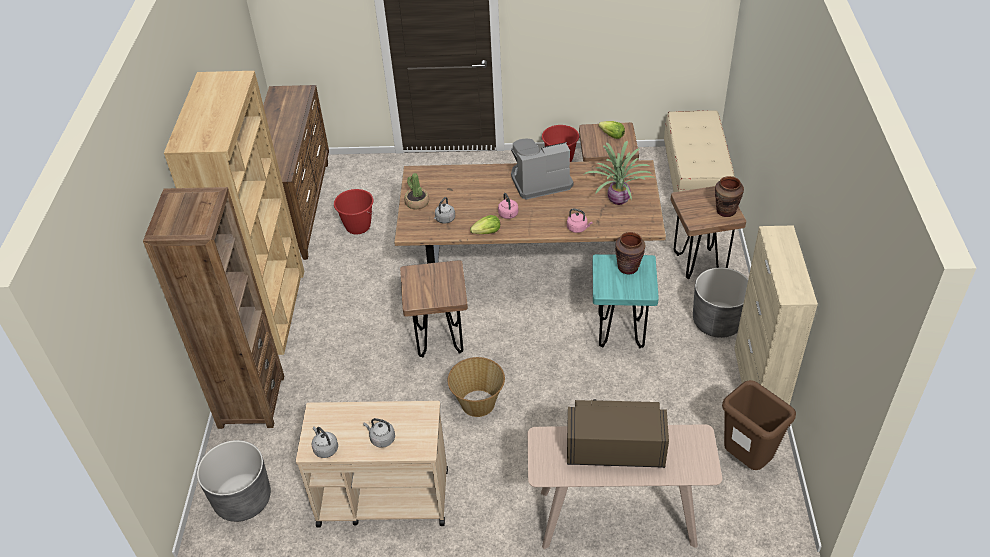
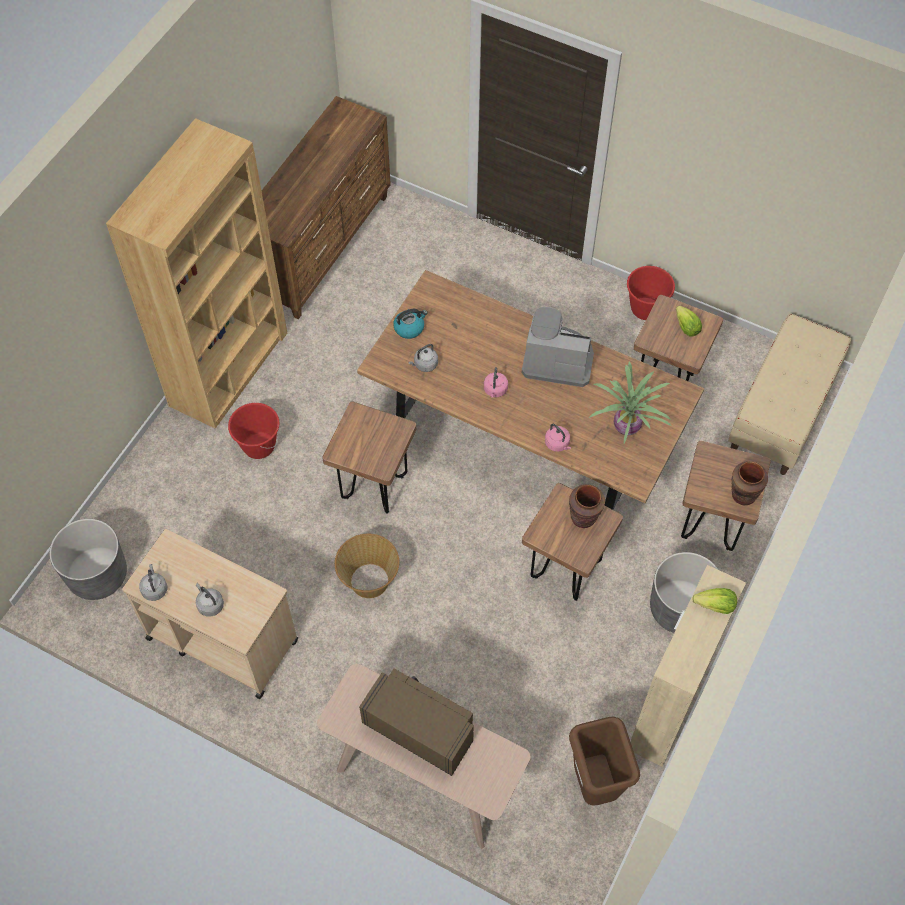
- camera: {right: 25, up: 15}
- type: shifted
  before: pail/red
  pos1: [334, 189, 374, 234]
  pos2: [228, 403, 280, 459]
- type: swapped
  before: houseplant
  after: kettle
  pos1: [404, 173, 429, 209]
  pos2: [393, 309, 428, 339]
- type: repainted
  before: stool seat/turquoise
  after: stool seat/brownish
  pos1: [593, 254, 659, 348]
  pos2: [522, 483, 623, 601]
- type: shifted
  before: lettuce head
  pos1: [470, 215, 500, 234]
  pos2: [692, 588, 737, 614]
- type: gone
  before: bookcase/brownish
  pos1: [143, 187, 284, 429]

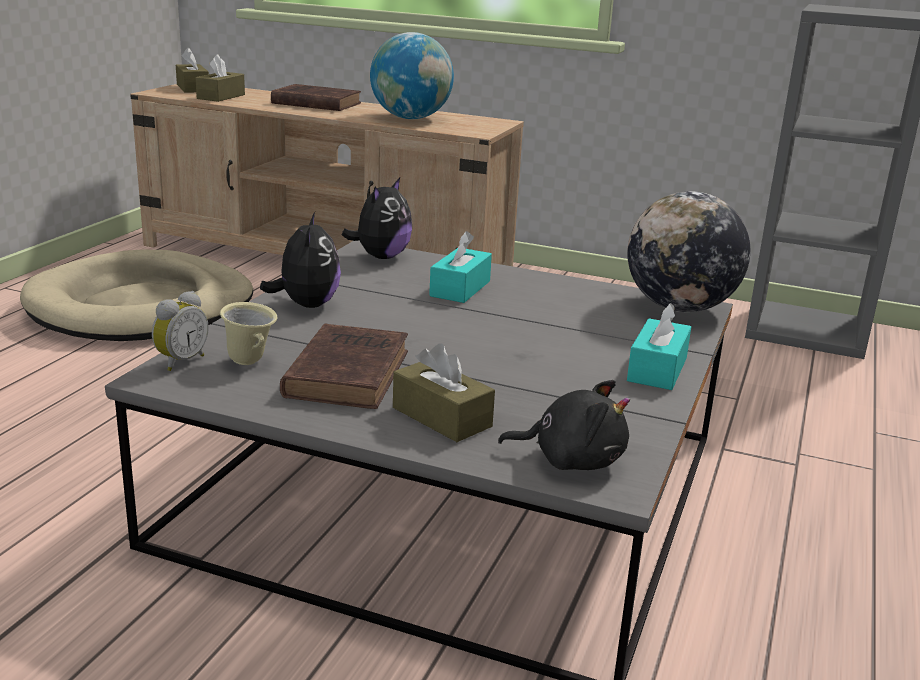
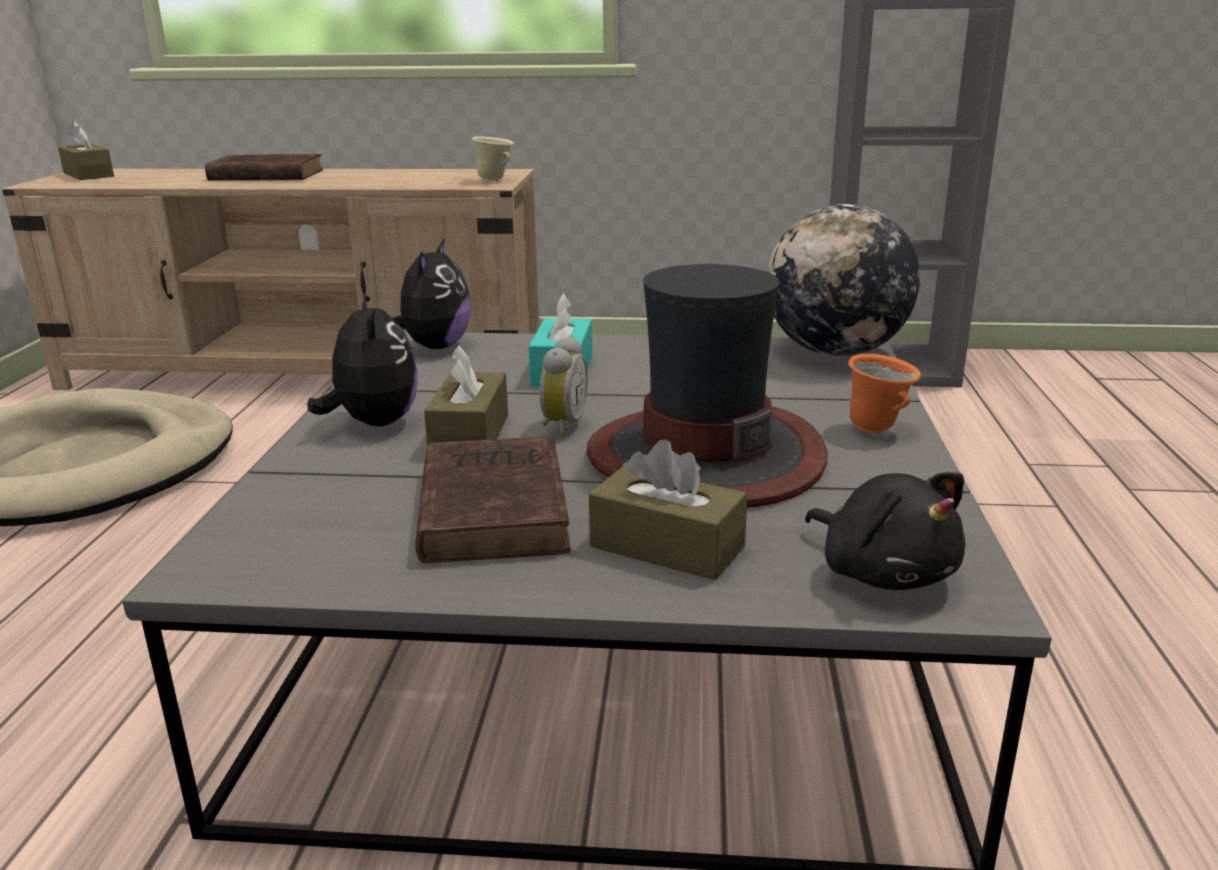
- camera: {right: -15, up: 0}
- type: shifted
  before: tissue box/brownish
  pos1: [195, 54, 245, 102]
  pos2: [424, 345, 508, 446]
- type: shifted
  before: coffee mug/sand-coloured
  pos1: [220, 302, 277, 365]
  pos2: [472, 137, 514, 181]
- type: shifted
  before: bedside clock
  pos1: [152, 291, 209, 371]
  pos2: [539, 336, 588, 438]
- type: new
  after: clothing hat
  pos2: [586, 264, 828, 508]
- type: rotated
  before: plush toy/black-coloured
  pos1: [498, 380, 630, 470]
  pos2: [805, 472, 965, 590]
  turn: 60
- type: swapped
  before: tissue box/turquoise
  after: coffee mug/orange
  pos1: [627, 303, 691, 390]
  pos2: [848, 354, 921, 433]
- type: gone
  before: globe
  pos1: [370, 32, 454, 119]

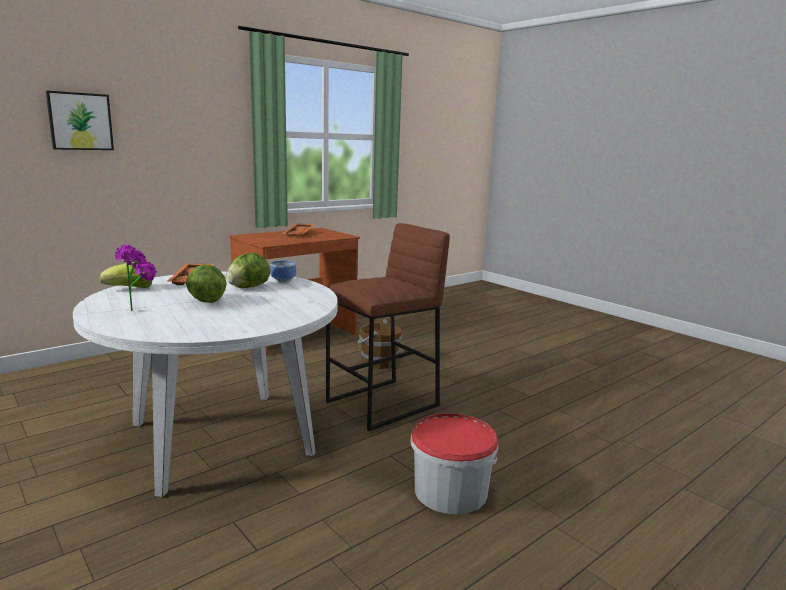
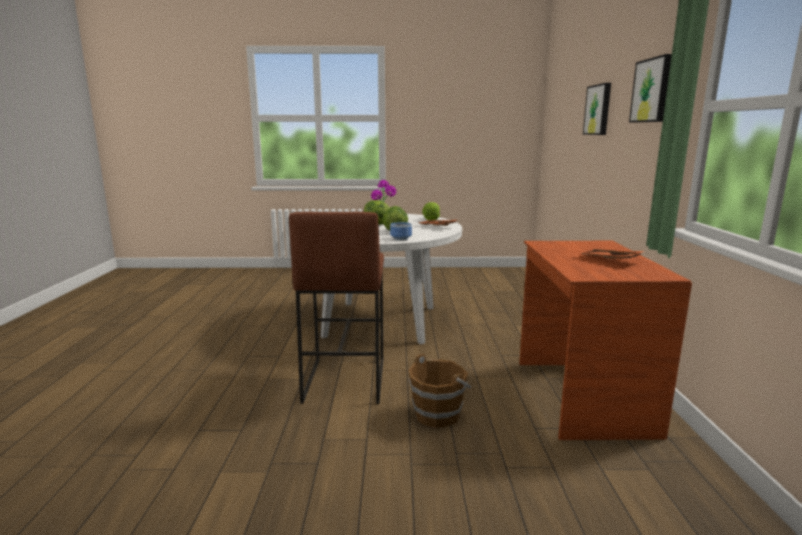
- camera: {right: 130, up: 0}
- type: new
  after: picture
  pos2: [629, 54, 672, 123]
- type: gone
  before: pail
  pos1: [410, 413, 498, 514]

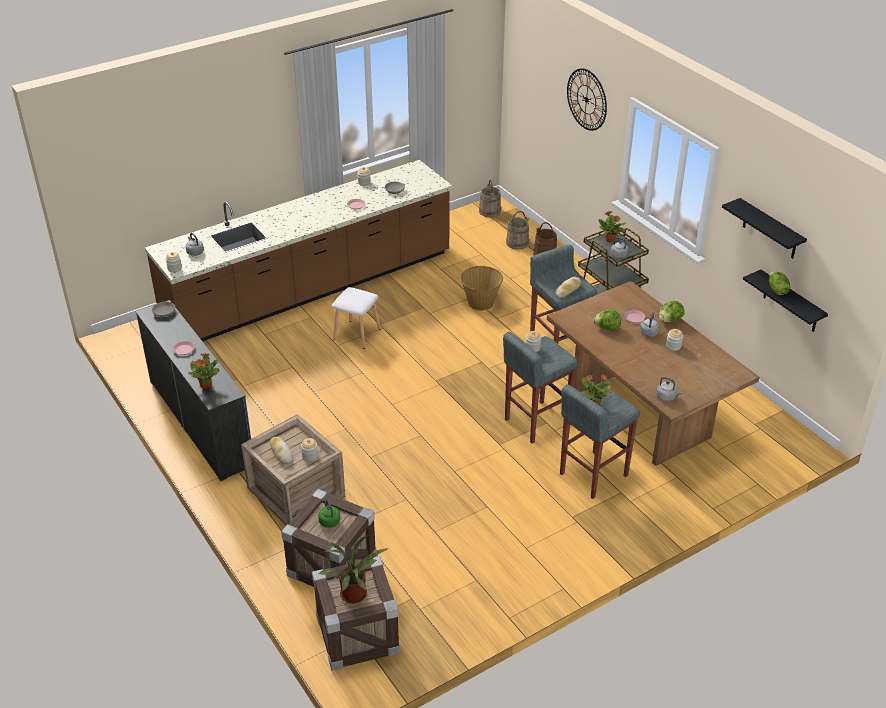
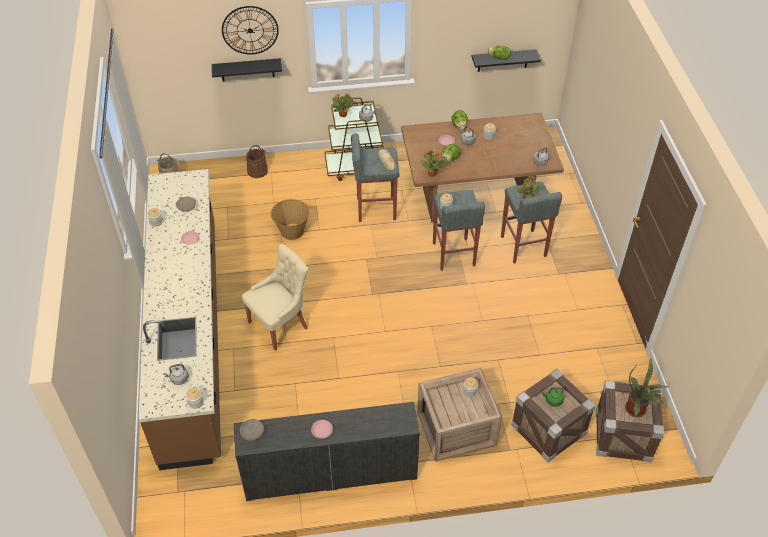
- camera: {right: -65, up: 10}
- type: shifted
  before: shelf/black-coloured
  pos1: [722, 198, 807, 259]
  pos2: [212, 58, 282, 81]
- type: swapped
  before: stool seat/whitish
  after: plain chair/sand-coloured
  pos1: [332, 287, 381, 349]
  pos2: [242, 244, 308, 351]
- type: shifted
  before: houseplant
  pos1: [188, 353, 220, 389]
  pos2: [420, 150, 446, 177]
- type: gone
  before: baked bread
  pos1: [270, 437, 293, 464]
- type: gone
  before: pail/sand-coloured
  pos1: [506, 211, 529, 250]

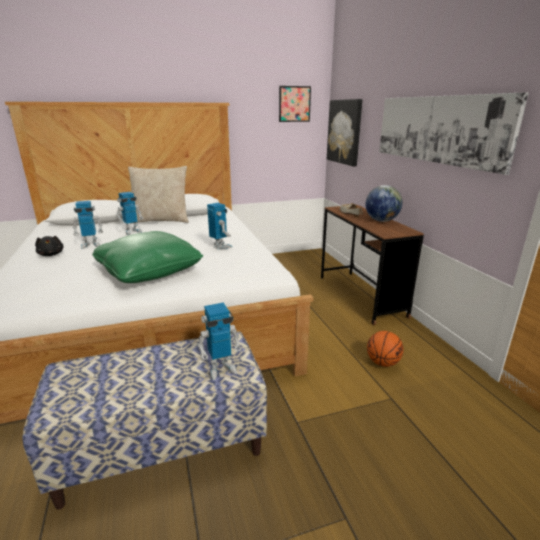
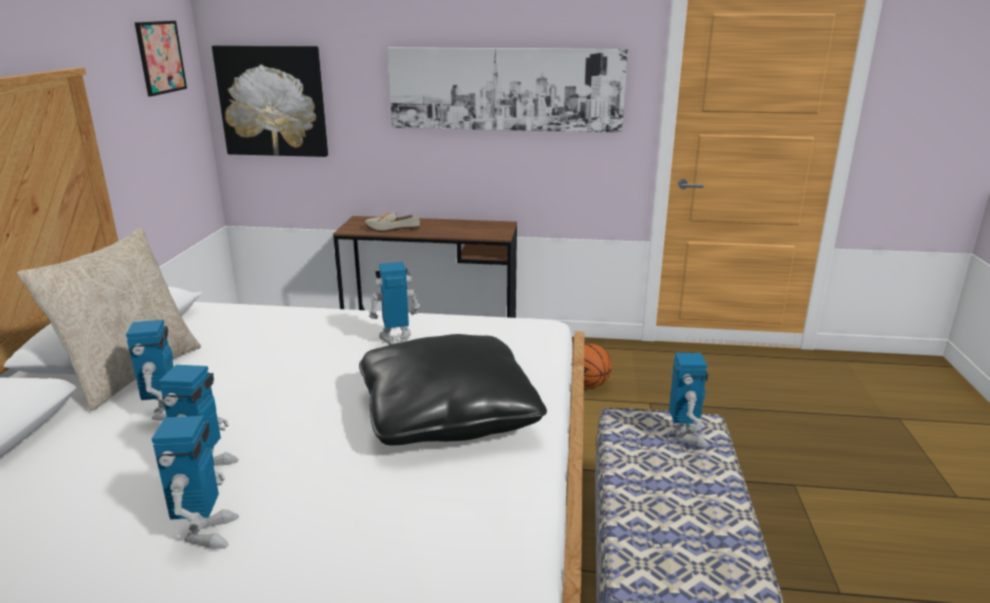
- camera: {right: -65, up: 0}
- type: swapped
  before: plush toy/black-coloured
  after: model robot
  pos1: [35, 236, 64, 256]
  pos2: [152, 416, 239, 549]
- type: repainted
  before: pillow/green
  after: pillow/black-coloured
  pos1: [92, 231, 203, 283]
  pos2: [359, 334, 547, 445]
- type: gone
  before: globe
  pos1: [365, 185, 403, 222]

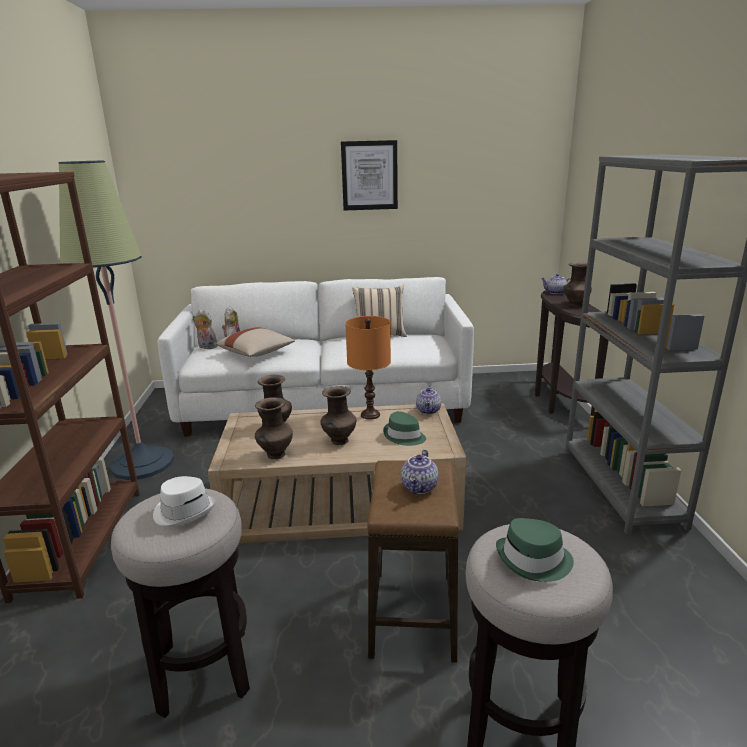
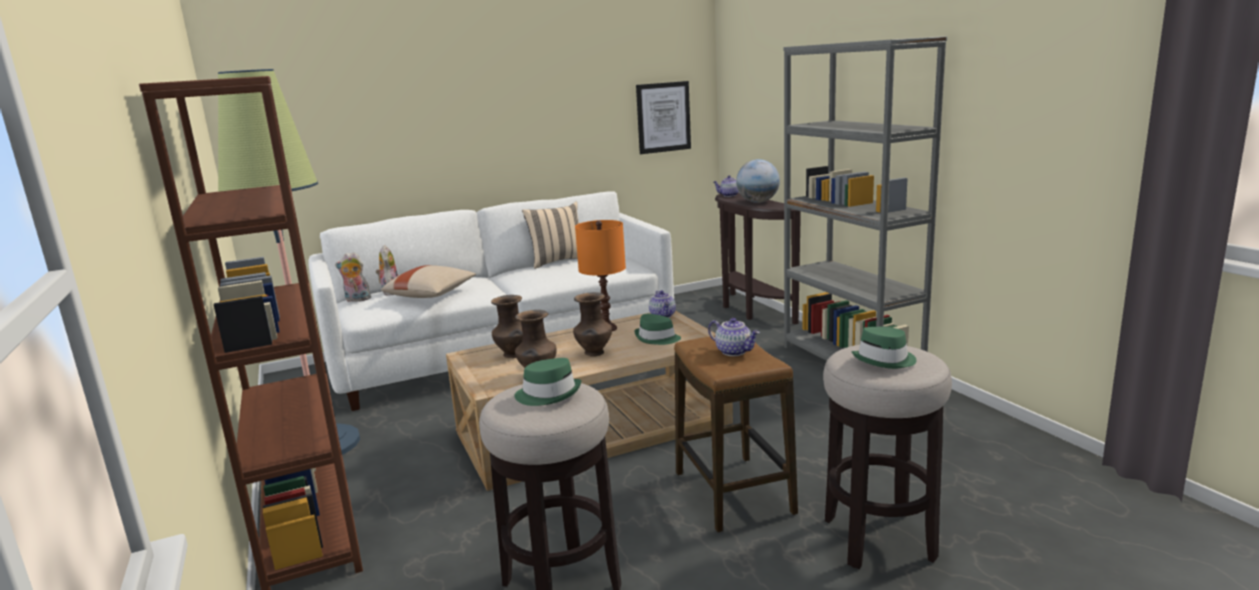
- camera: {right: -20, up: -5}
- type: repainted
  before: clothing hat/whitish
  after: clothing hat/green
  pos1: [153, 476, 216, 526]
  pos2: [515, 358, 581, 406]
- type: shifted
  before: picture
  pos1: [341, 140, 398, 210]
  pos2: [636, 81, 691, 154]
- type: rotated
  before: pot for tea
  pos1: [401, 449, 438, 494]
  pos2: [708, 318, 760, 356]
  turn: -45
- type: swapped
  before: flower vase/brownish
  after: globe
  pos1: [563, 262, 592, 307]
  pos2: [736, 159, 780, 203]

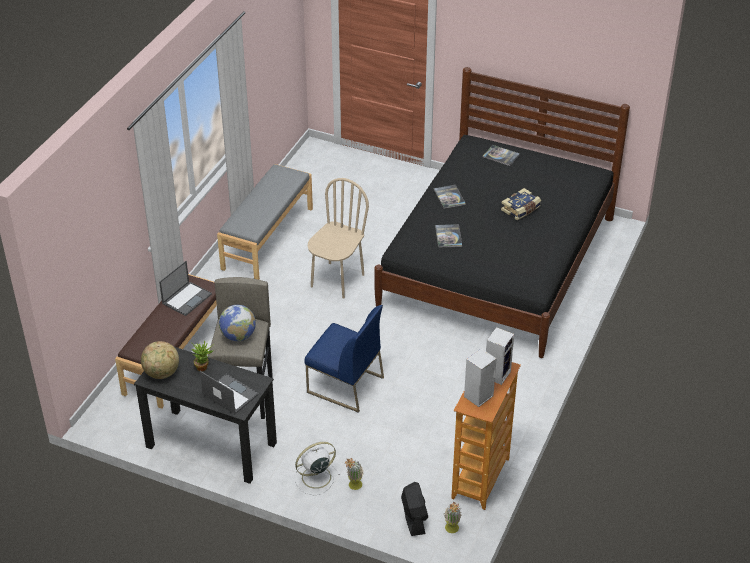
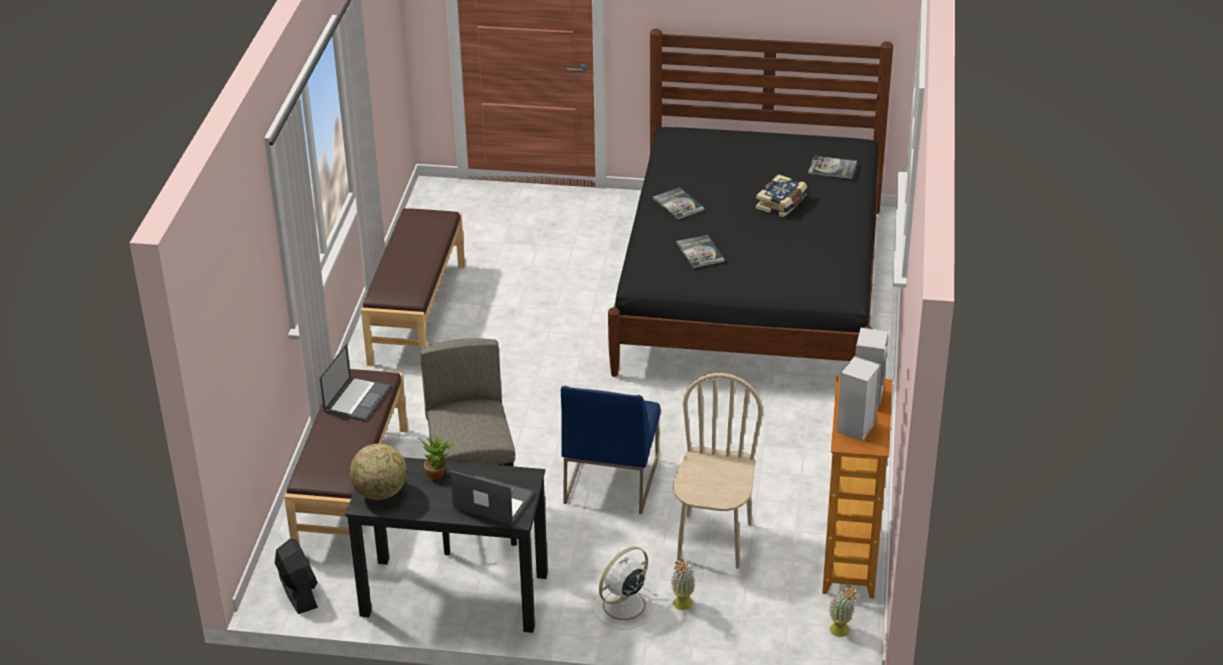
- camera: {right: -15, up: -5}
- type: shifted
  before: electric fan/black-coloured
  pos1: [401, 482, 428, 536]
  pos2: [275, 539, 318, 614]
- type: repainted
  before: long seat/grey
  after: long seat/brownish
  pos1: [217, 164, 313, 280]
  pos2: [361, 208, 465, 370]
- type: rotated
  before: plain chair/blue
  pos1: [305, 305, 384, 413]
  pos2: [561, 386, 661, 514]
  turn: 90
- type: shifted
  before: plain chair/sand-coloured
  pos1: [308, 178, 369, 299]
  pos2: [673, 373, 763, 569]
- type: shifted
  before: volume
  pos1: [482, 145, 520, 166]
  pos2: [808, 156, 857, 179]
- type: gone
  before: globe
  pos1: [219, 305, 256, 341]

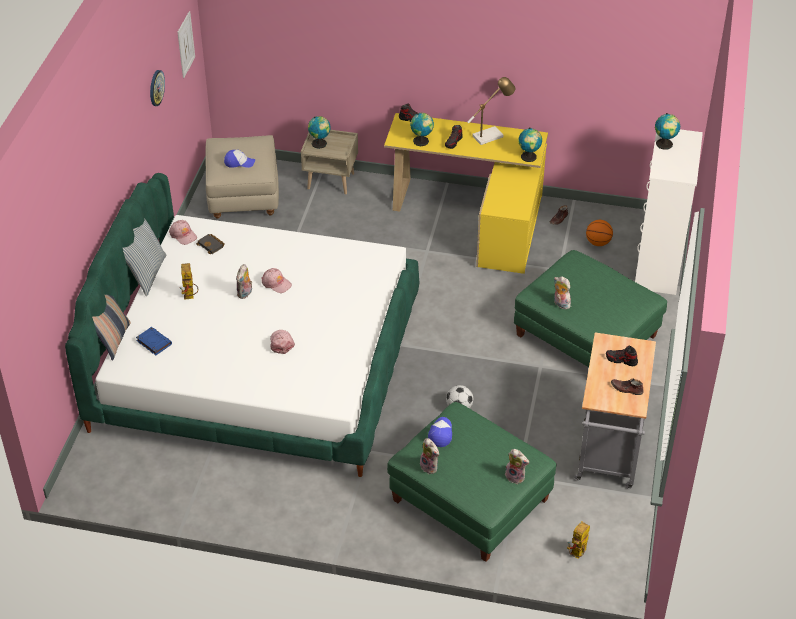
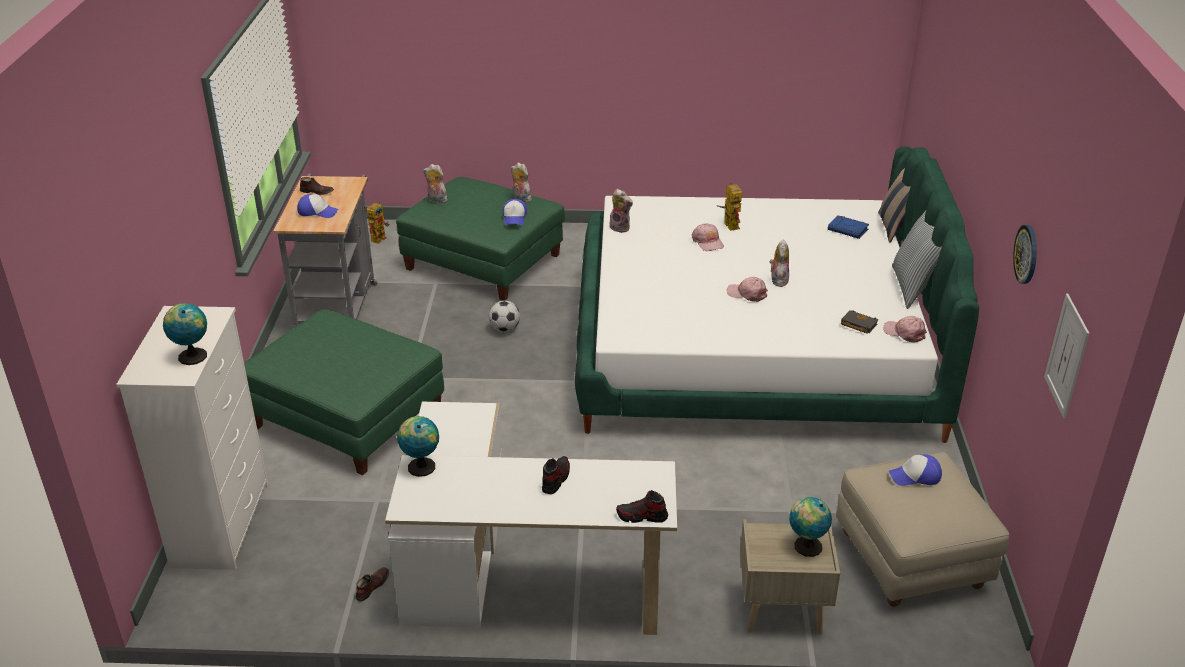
- camera: {right: 170, up: -10}
- type: swapped
  before: low shoe
  after: peaked cap
  pos1: [606, 346, 638, 366]
  pos2: [297, 194, 339, 218]
- type: repainted
  before: desk/yellow-coloured
  after: desk/whitish
  pos1: [384, 113, 548, 274]
  pos2: [385, 402, 677, 635]
- type: shifted
  before: plush toy
  pos1: [554, 276, 571, 309]
  pos2: [609, 189, 633, 233]
- type: shifted
  before: model robot
  pos1: [179, 263, 198, 300]
  pos2: [717, 182, 742, 231]
- type: gone
  before: globe
  pos1: [410, 113, 434, 146]
- type: gone
  before: tabletop lamp
  pos1: [468, 77, 516, 145]
- type: gone
  before: ball for basketball
  pos1: [586, 220, 613, 246]

